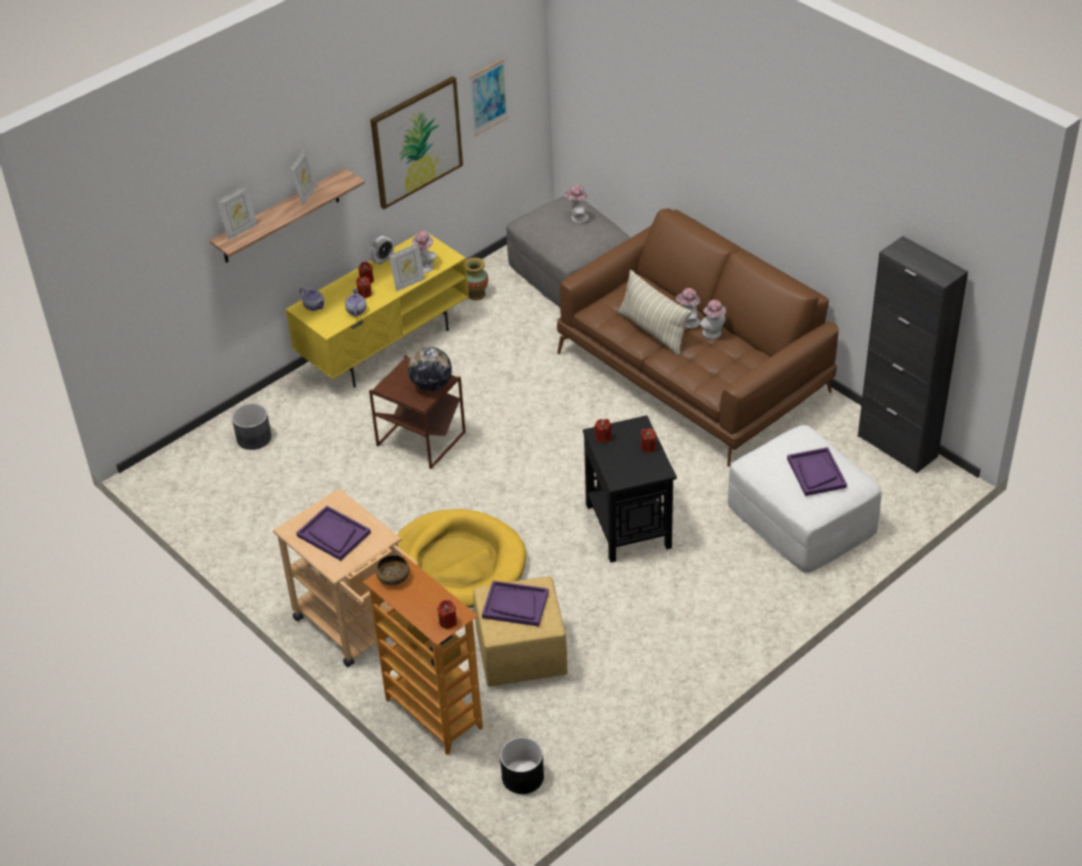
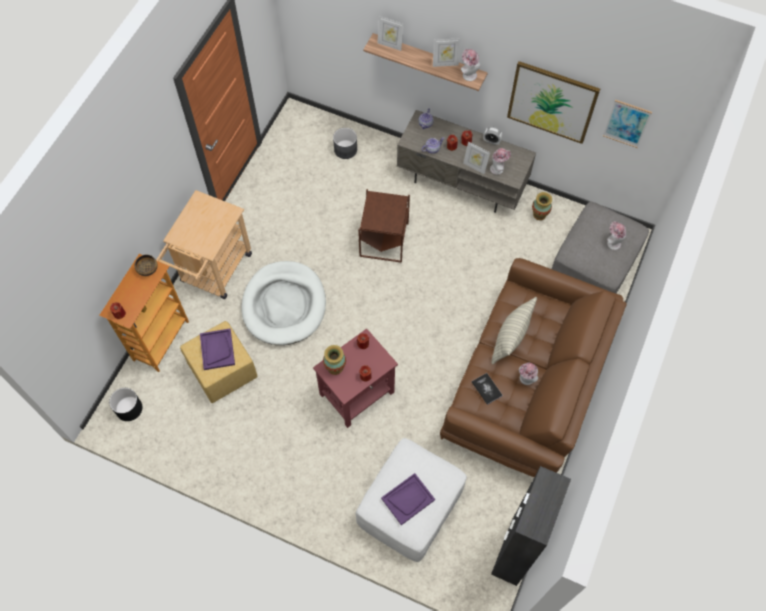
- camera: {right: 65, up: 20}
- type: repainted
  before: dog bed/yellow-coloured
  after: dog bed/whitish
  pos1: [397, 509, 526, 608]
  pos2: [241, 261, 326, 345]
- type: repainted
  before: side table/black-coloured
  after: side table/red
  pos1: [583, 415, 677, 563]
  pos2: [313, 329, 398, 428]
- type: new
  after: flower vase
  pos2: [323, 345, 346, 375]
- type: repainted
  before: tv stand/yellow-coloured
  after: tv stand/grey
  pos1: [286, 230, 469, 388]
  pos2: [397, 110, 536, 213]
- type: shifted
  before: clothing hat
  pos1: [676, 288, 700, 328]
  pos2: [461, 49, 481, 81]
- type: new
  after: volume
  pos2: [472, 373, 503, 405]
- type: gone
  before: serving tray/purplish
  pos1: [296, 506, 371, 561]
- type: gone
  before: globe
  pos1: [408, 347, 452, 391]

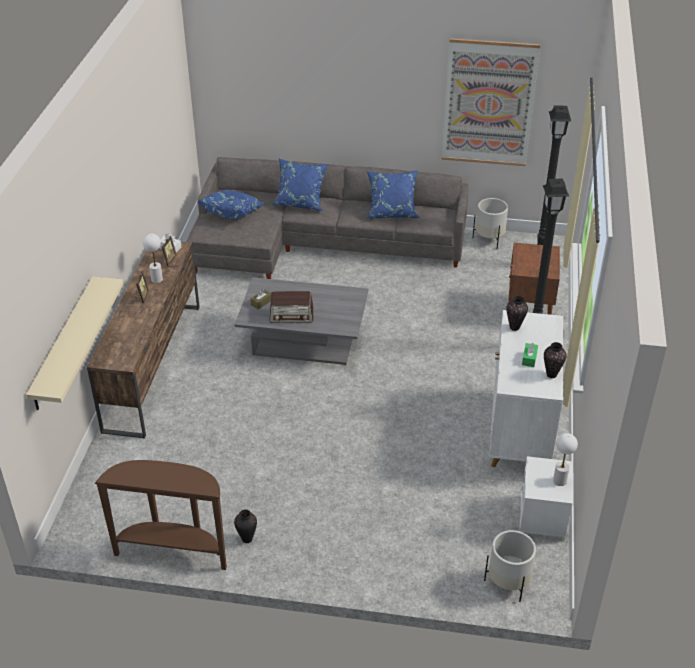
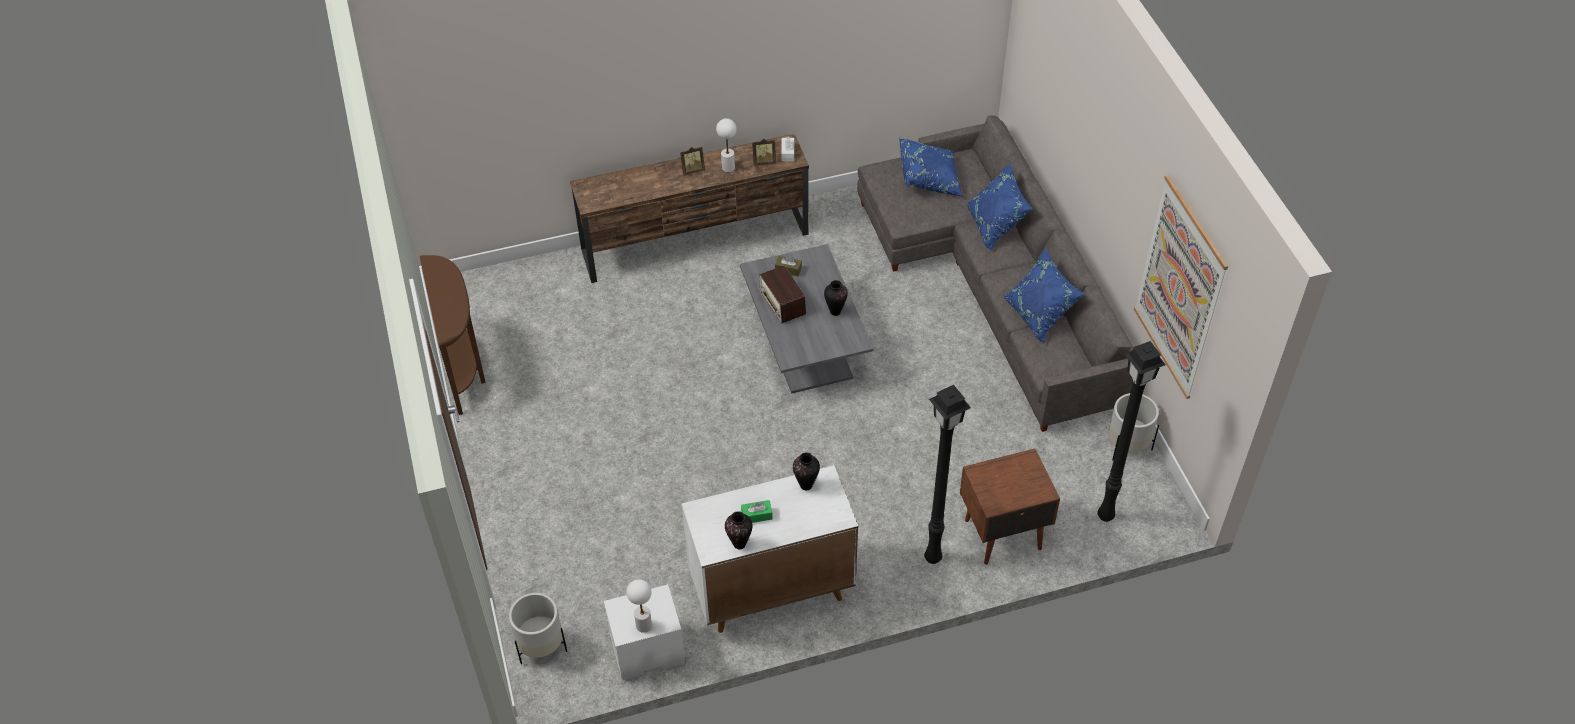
- camera: {right: 65, up: 10}
- type: shifted
  before: flower vase
  pos1: [234, 509, 257, 543]
  pos2: [824, 280, 848, 316]
- type: gone
  before: shelf/sand-coloured
  pos1: [26, 276, 124, 410]

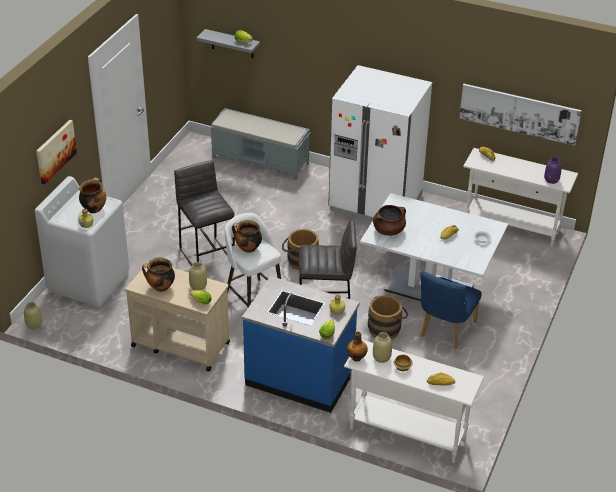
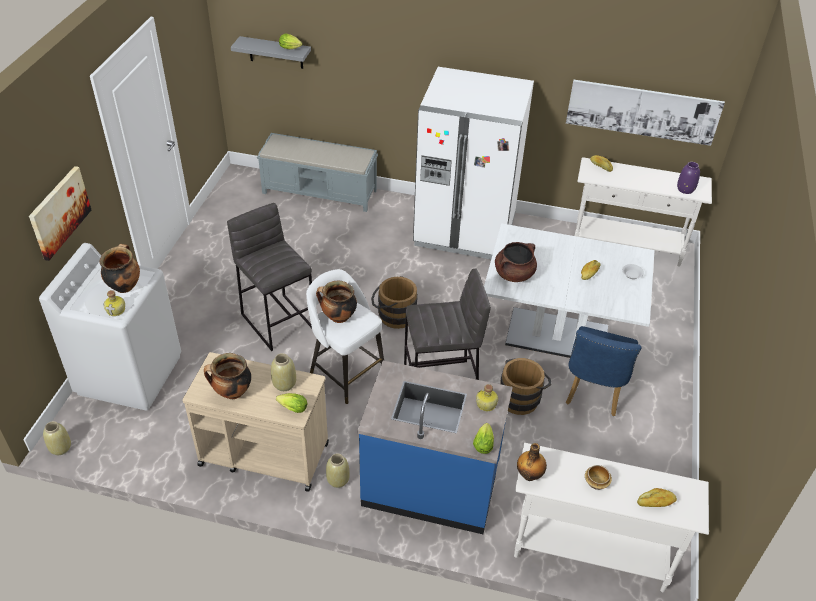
- camera: {right: -10, up: 5}
- type: shifted
  before: flower vase/sand-coloured
  pos1: [373, 332, 392, 363]
  pos2: [326, 453, 350, 488]

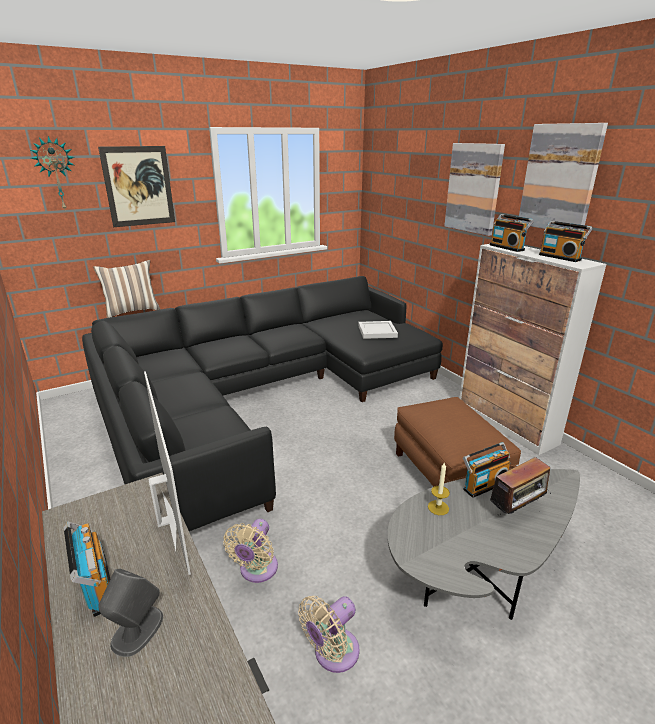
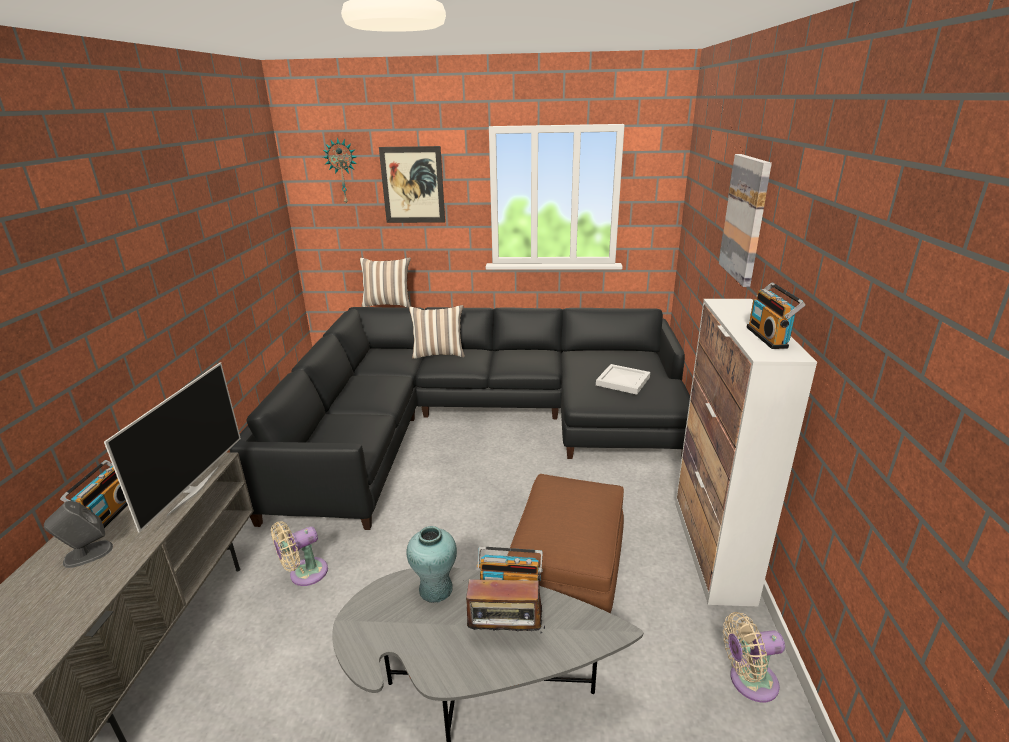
- camera: {right: 35, up: 0}
- type: swapped
  before: candle
  after: flower vase/turquoise
  pos1: [428, 463, 450, 515]
  pos2: [406, 526, 457, 603]
- type: new
  after: pillow
  pos2: [409, 305, 465, 359]
- type: shifted
  before: electric fan/sand-coloured
  pos1: [298, 596, 360, 673]
  pos2: [723, 612, 785, 702]
- type: gone
  before: radio
  pos1: [490, 214, 534, 252]
- type: gone
  before: picture
  pos1: [518, 123, 608, 231]

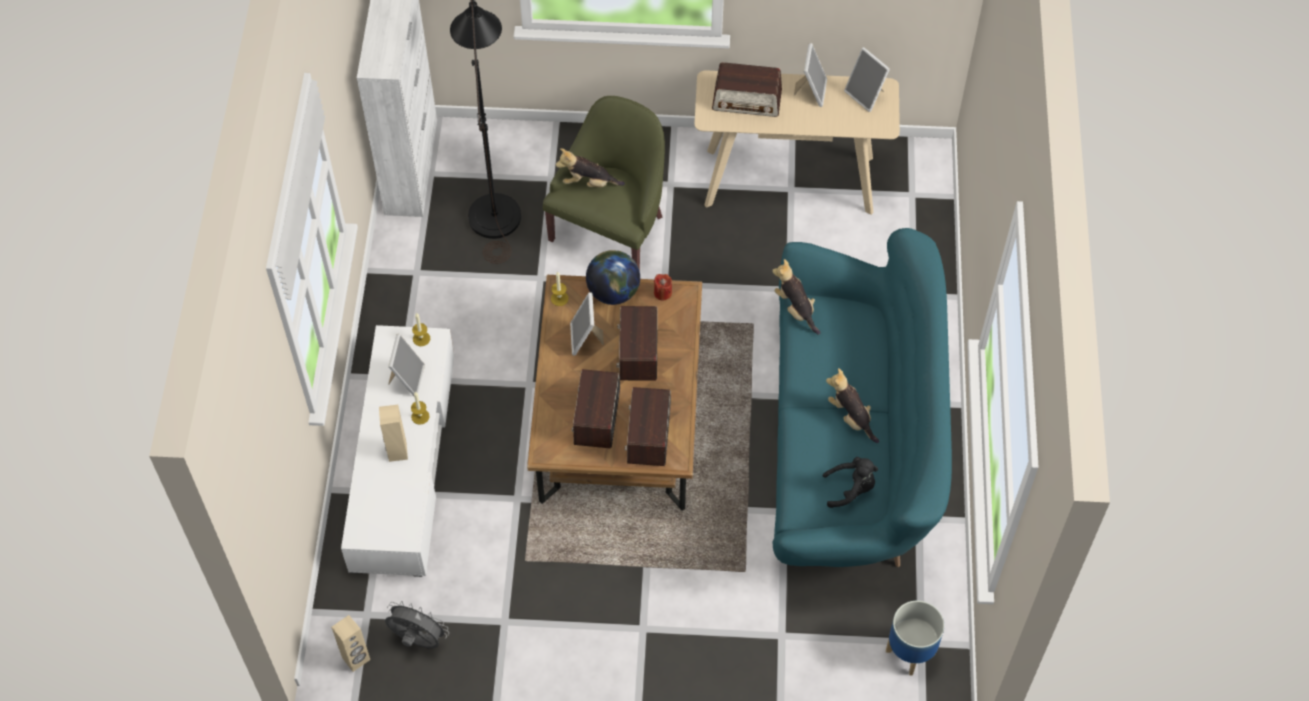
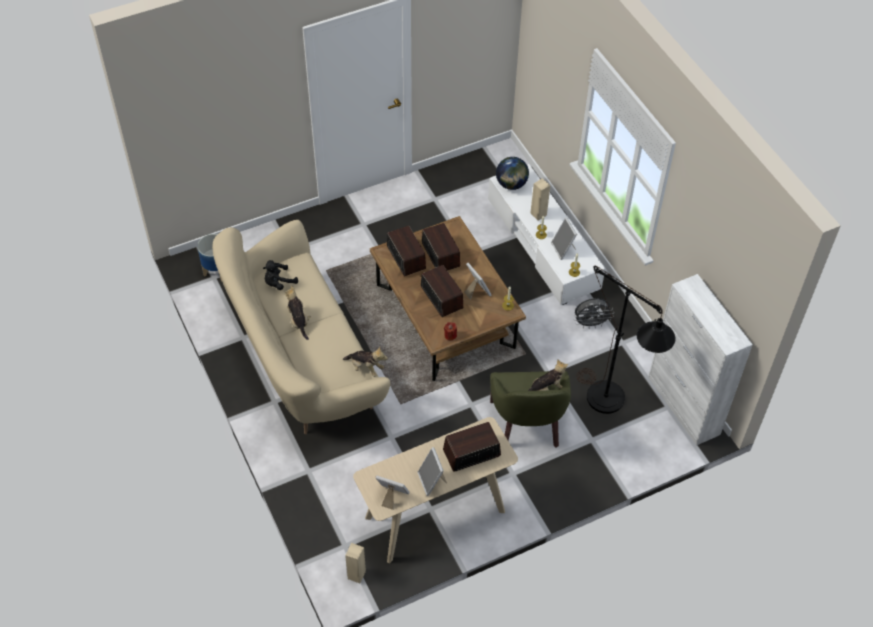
- camera: {right: 150, up: -5}
- type: repainted
  before: settee/turquoise
  after: settee/sand-coloured
  pos1: [773, 228, 952, 567]
  pos2: [212, 220, 390, 434]
- type: rotated
  before: plush toy
  pos1: [826, 368, 879, 443]
  pos2: [285, 286, 311, 340]
  turn: -135
- type: shifted
  before: audio speaker/sand-coloured
  pos1: [331, 615, 370, 672]
  pos2: [345, 543, 366, 583]
- type: shifted
  before: globe
  pos1: [586, 250, 640, 305]
  pos2: [496, 157, 529, 190]
- type: shifted
  before: electric fan/grey
  pos1: [385, 601, 449, 648]
  pos2: [574, 298, 614, 329]

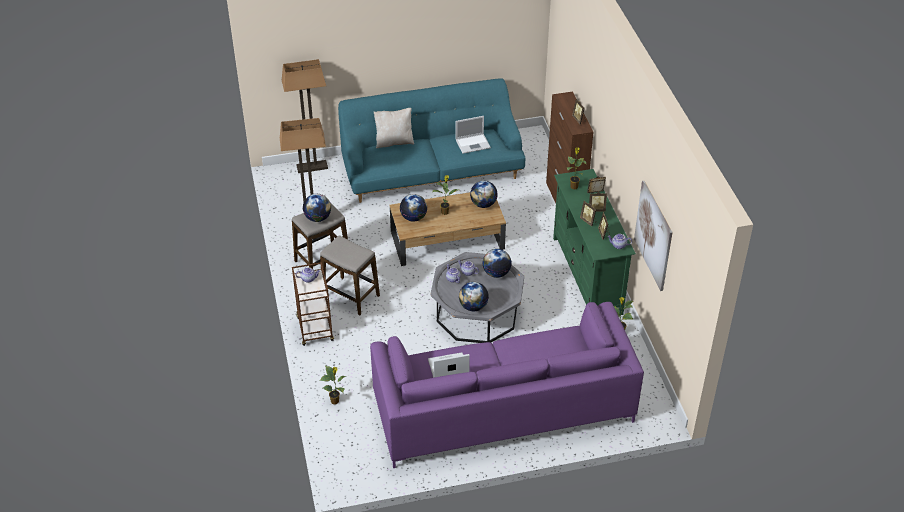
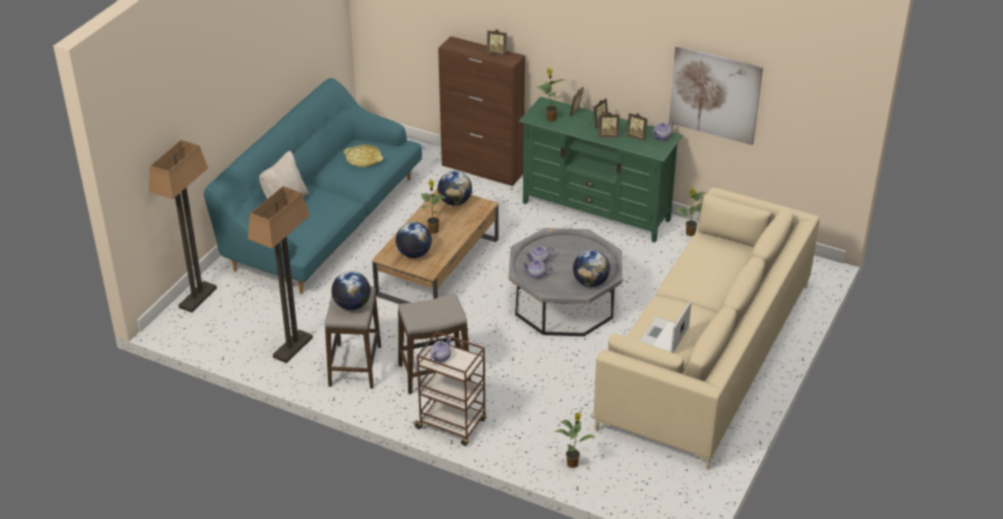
- camera: {right: -50, up: -5}
- type: swapped
  before: laptop
  after: serving tray/yellow-coloured
  pos1: [455, 116, 491, 154]
  pos2: [344, 145, 383, 167]
- type: repainted
  before: settee/purplish
  after: settee/sand-coloured
  pos1: [370, 302, 644, 468]
  pos2: [593, 188, 820, 470]
- type: gone
  before: globe
  pos1: [482, 249, 512, 278]

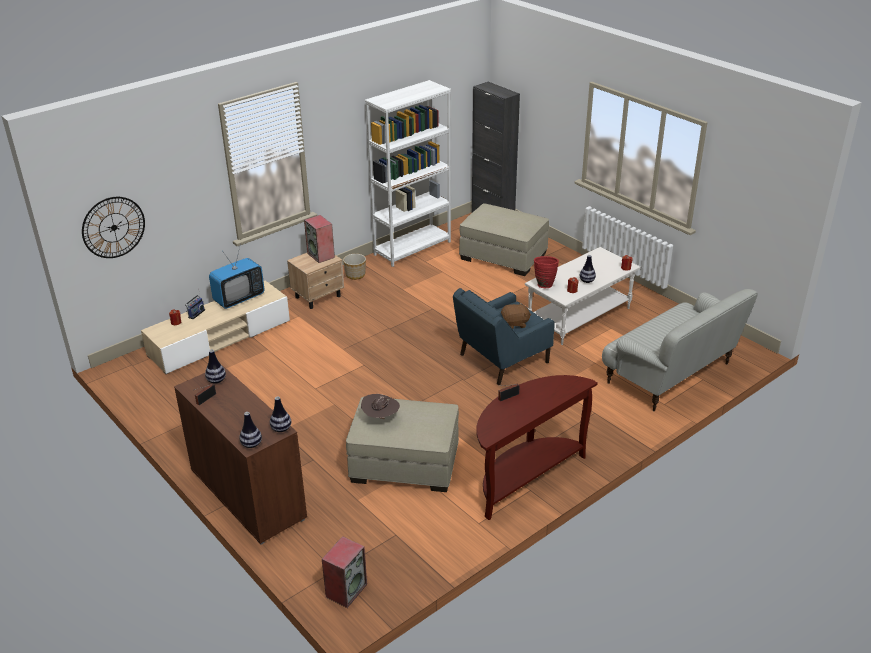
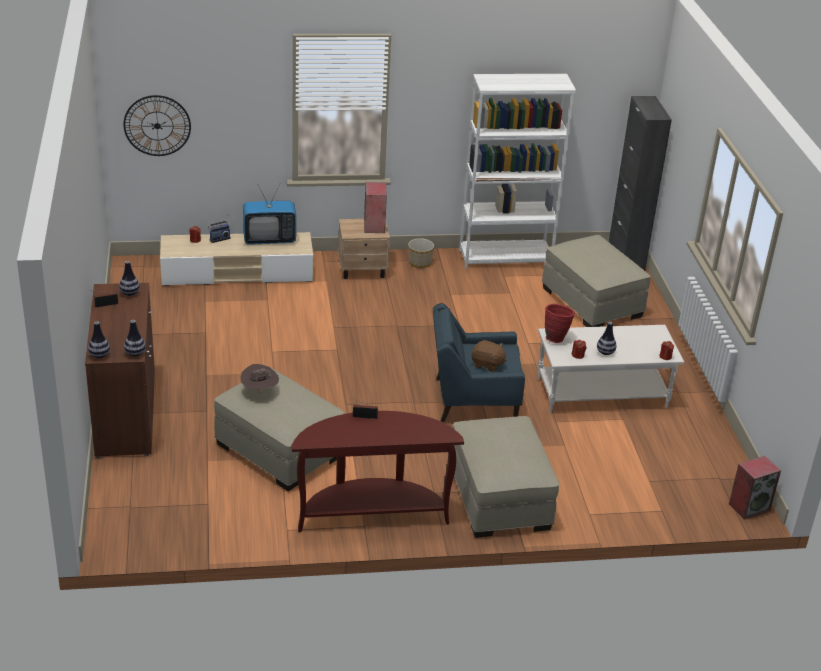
- camera: {right: 30, up: 0}
- type: new
  after: footrest/sand-coloured
  pos2: [453, 416, 559, 538]
- type: shifted
  before: audio speaker
  pos1: [322, 536, 367, 608]
  pos2: [729, 456, 781, 520]
- type: gone
  before: settee
  pos1: [602, 289, 758, 411]

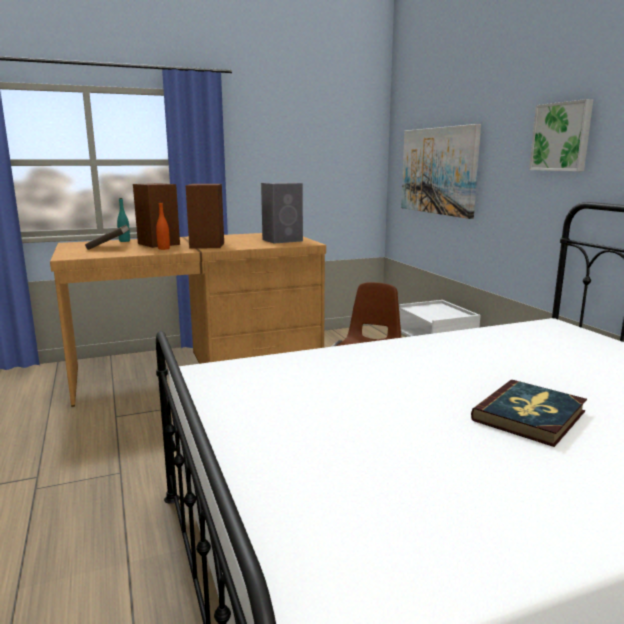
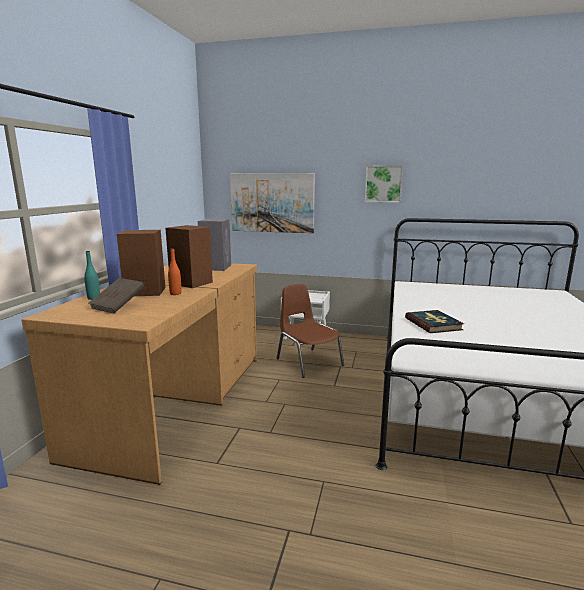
- camera: {right: -55, up: 0}
- type: shifted
  before: volume
  pos1: [471, 380, 587, 447]
  pos2: [405, 310, 464, 333]

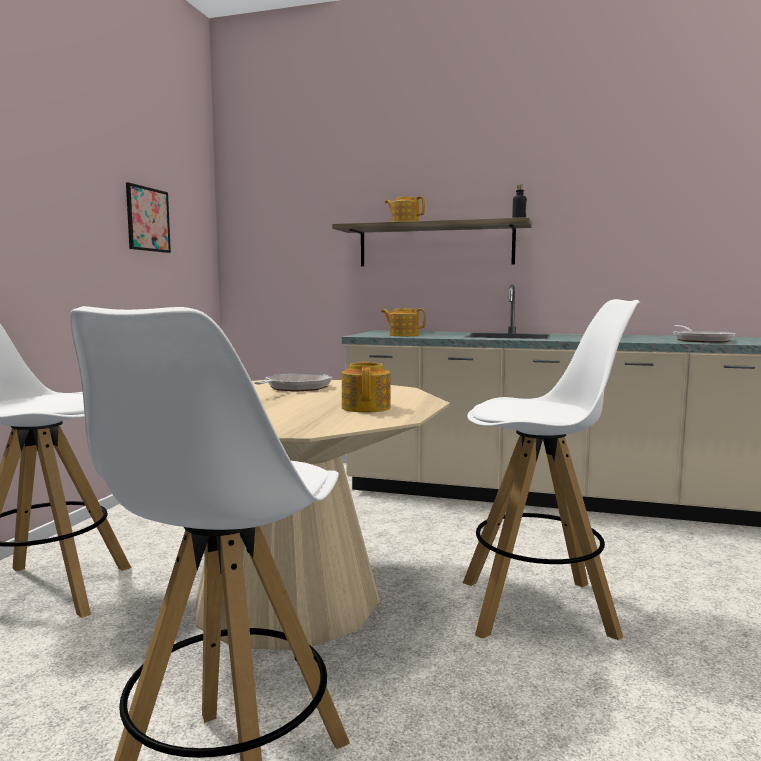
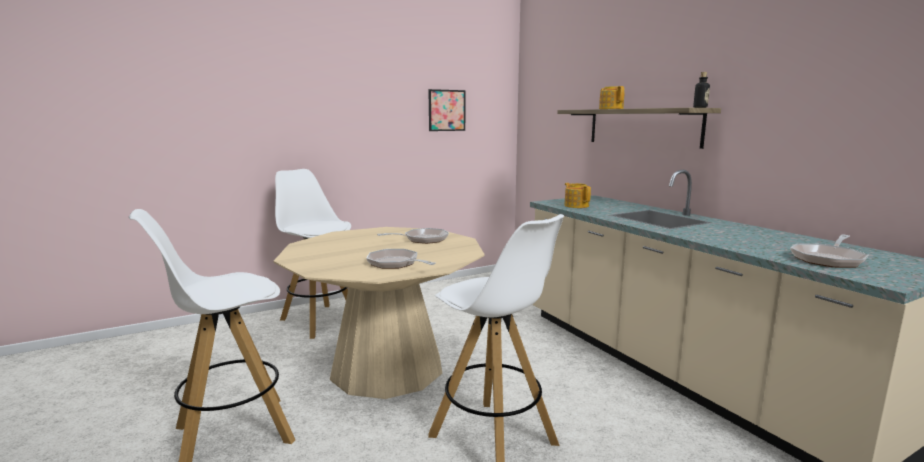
- camera: {right: 45, up: 5}
- type: swapped
  before: pot for tea
  after: frying pan
  pos1: [342, 361, 391, 413]
  pos2: [366, 249, 436, 269]

